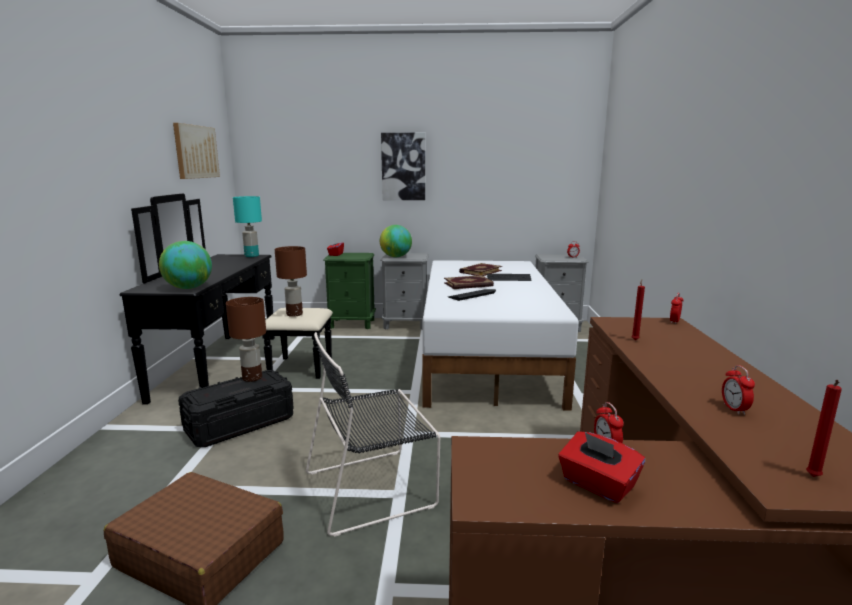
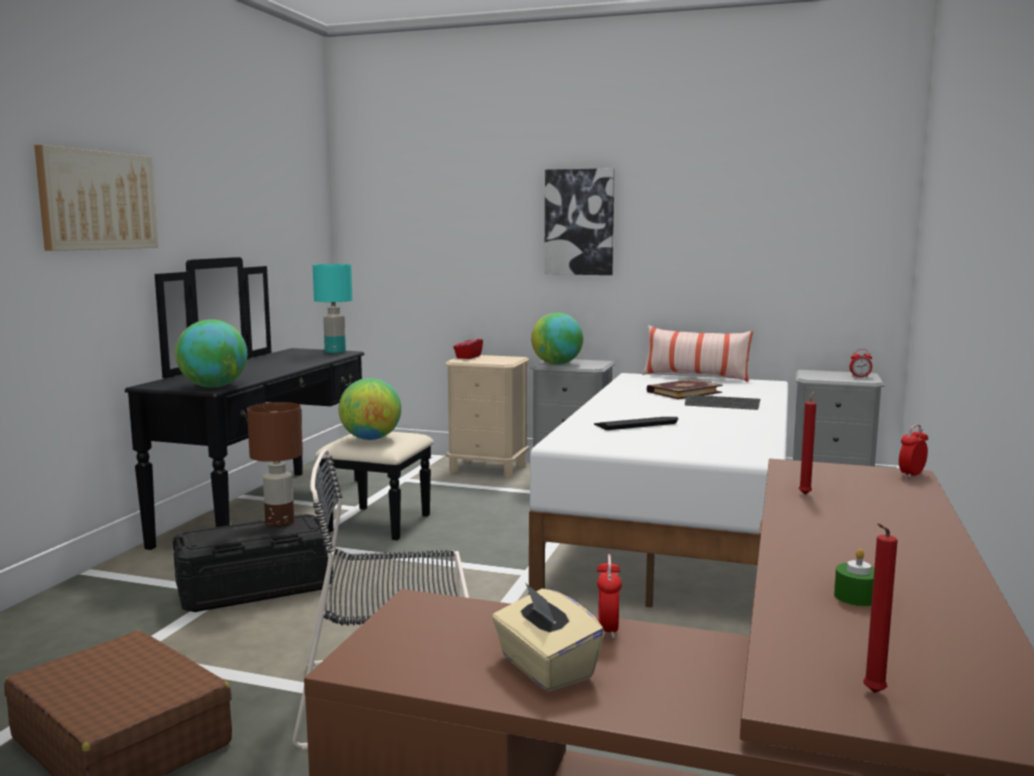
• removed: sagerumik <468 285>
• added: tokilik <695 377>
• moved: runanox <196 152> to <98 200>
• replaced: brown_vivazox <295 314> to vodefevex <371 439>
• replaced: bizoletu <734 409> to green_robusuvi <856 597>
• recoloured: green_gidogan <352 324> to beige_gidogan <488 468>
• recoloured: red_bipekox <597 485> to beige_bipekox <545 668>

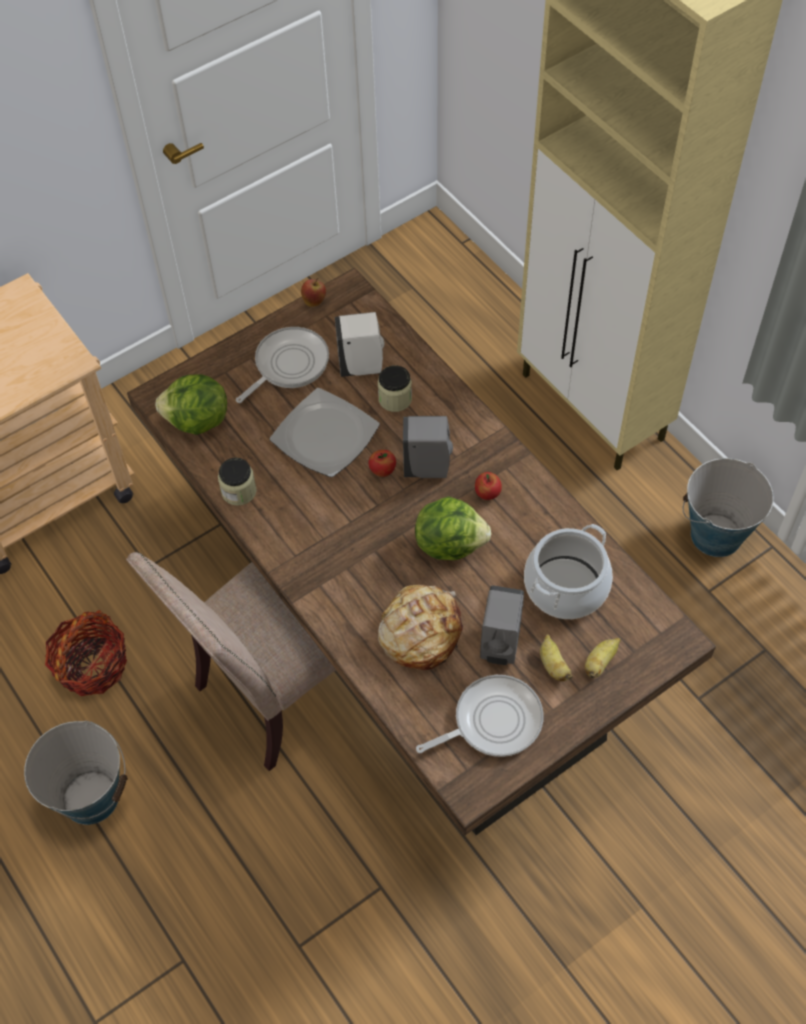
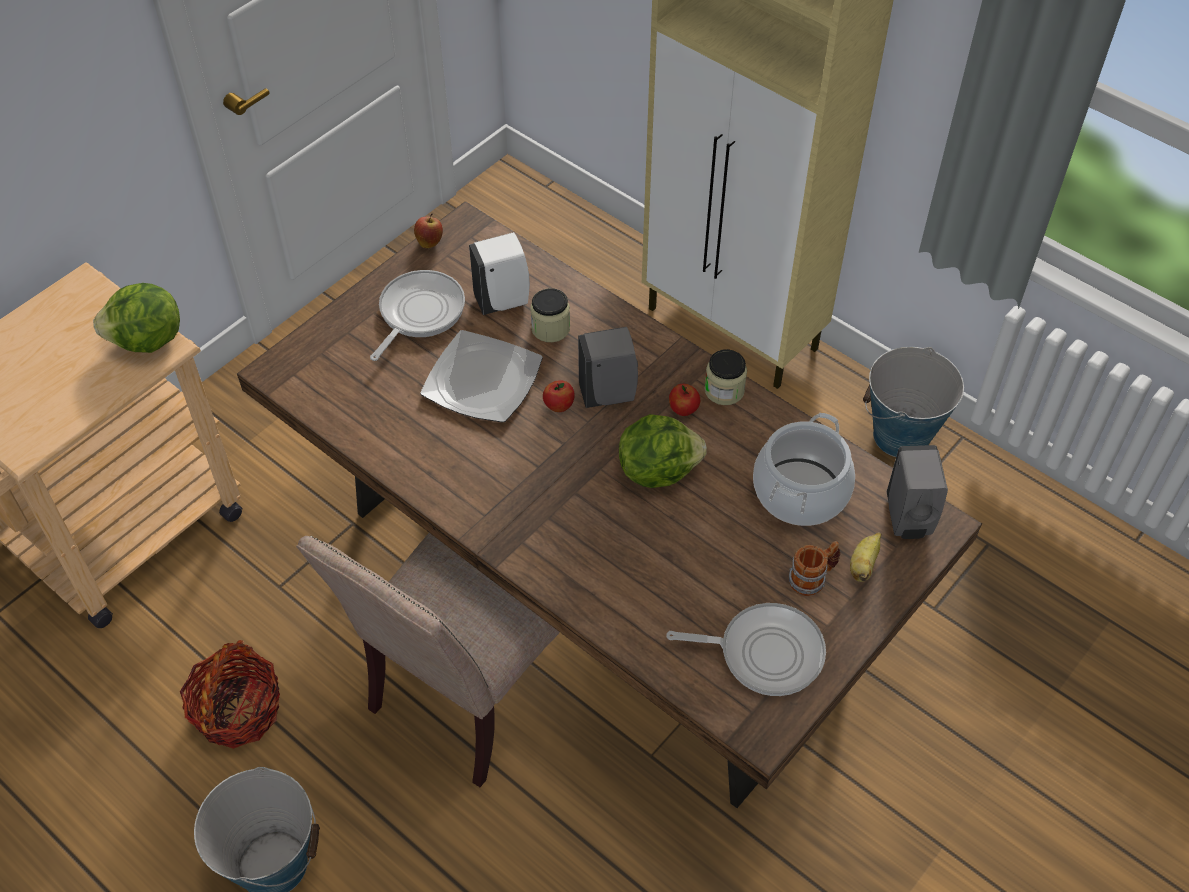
• removed: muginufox <420 632>
• moved: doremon <197 421> to <147 341>
• moved: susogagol <239 491> to <724 390>
• moved: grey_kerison <499 646> to <908 520>
• replaced: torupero <553 665> to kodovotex <813 578>
• turned: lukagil <492 721> = <764 652> 45 degrees clockwise

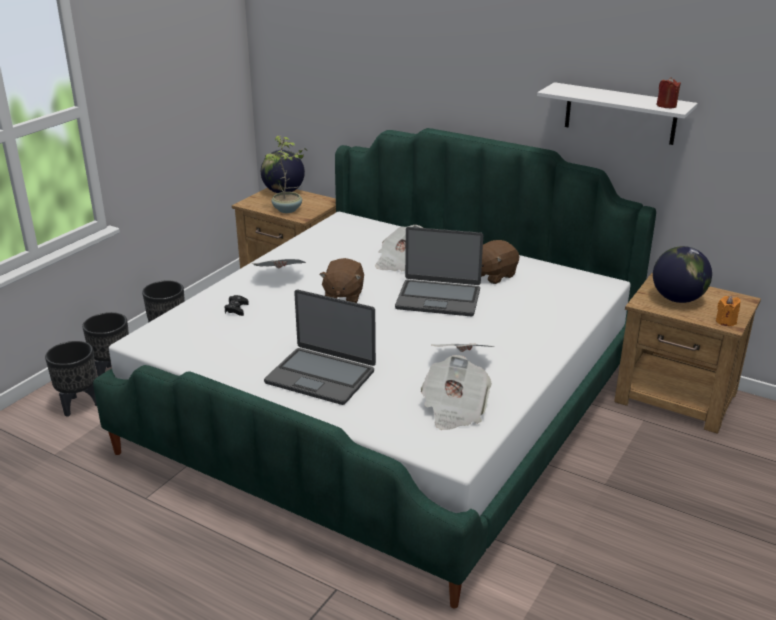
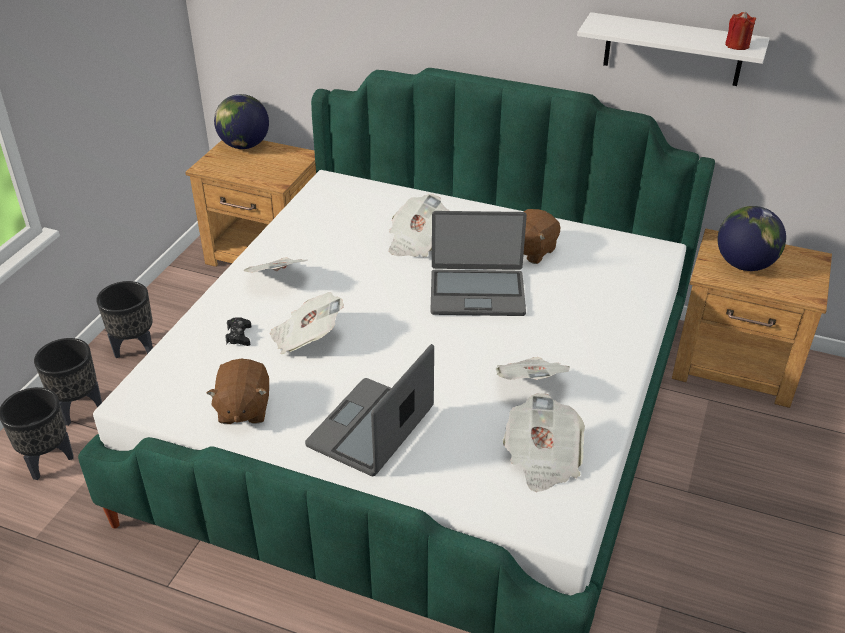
• removed: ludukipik <288 210>
• removed: orange_robusuvi <725 321>
• added: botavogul <306 338>
• moved: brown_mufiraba <343 296> to <243 409>
• turned: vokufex <321 376> = <372 428> 105 degrees clockwise

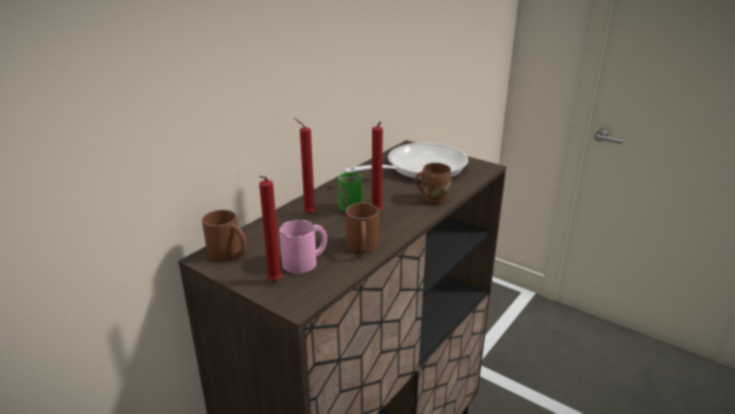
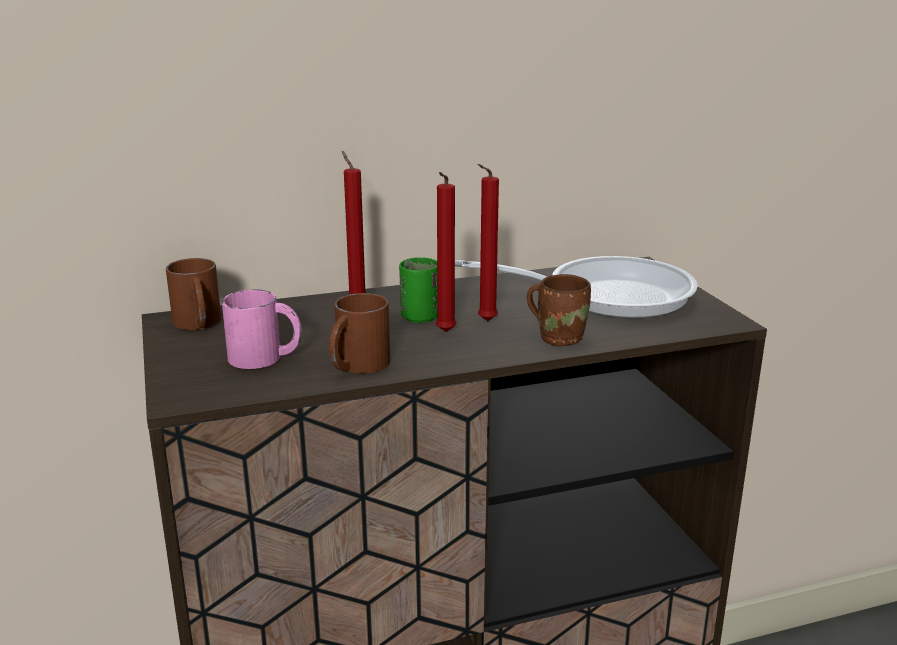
• moved: red_robusuvi <274 282> to <485 322>

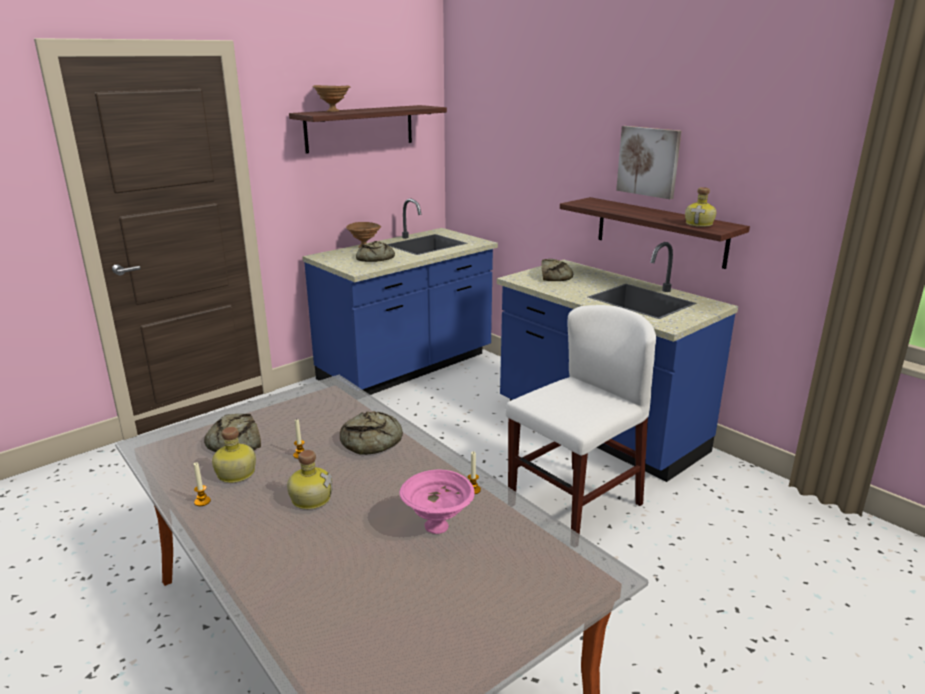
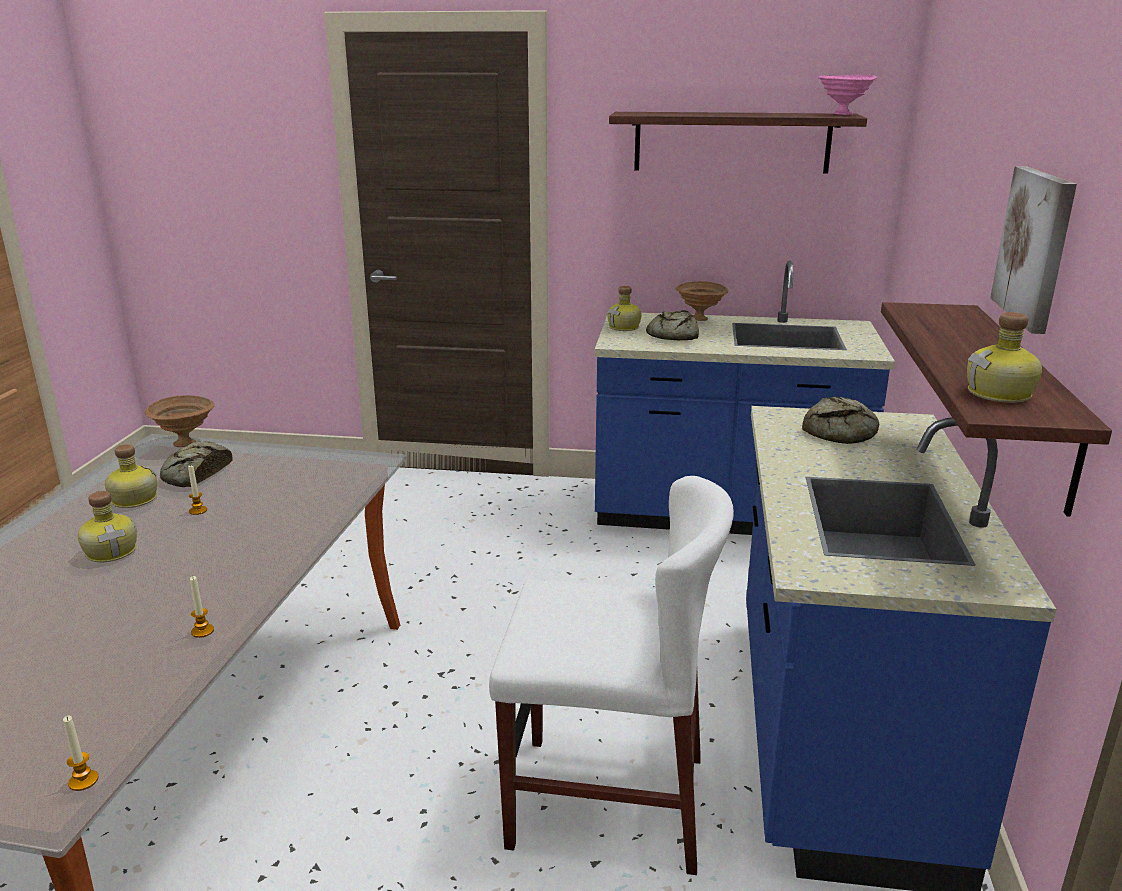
• removed: muginufox <373 441>
• added: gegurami <625 327>
• moved: robusuvi <202 501> to <83 781>
• moved: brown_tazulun <332 111> to <186 443>
• moved: pink_tazulun <438 527> to <843 114>

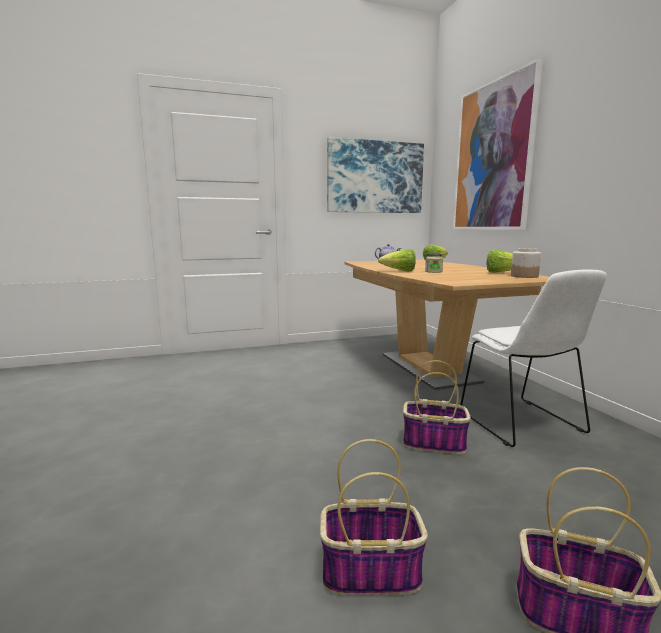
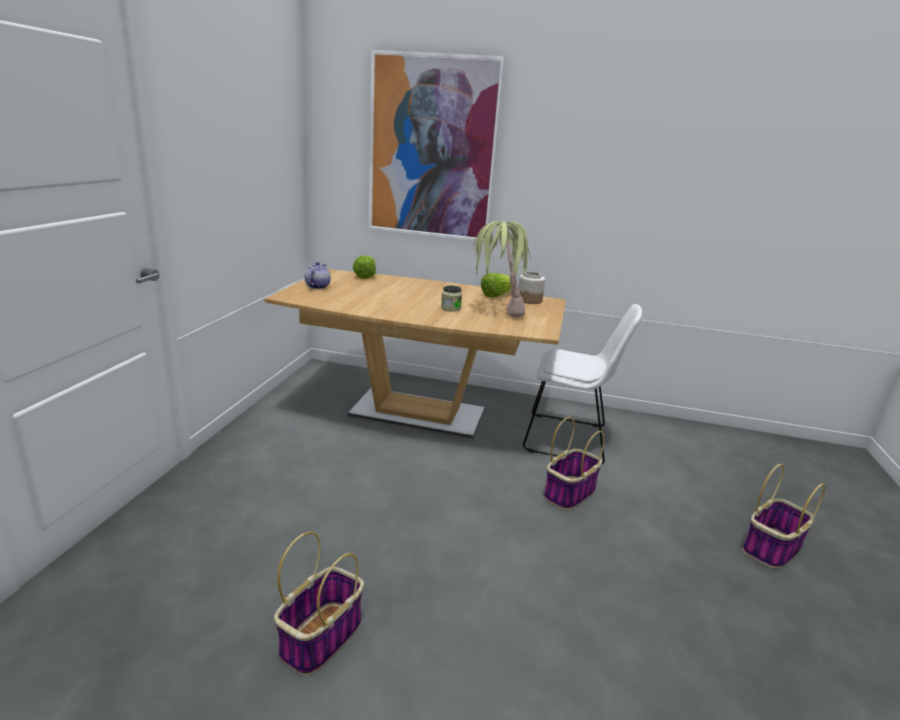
• removed: runanox <375 177>
• removed: doremon <399 271>
• added: ludukipik <495 312>
• moved: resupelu <372 571> to <321 636>

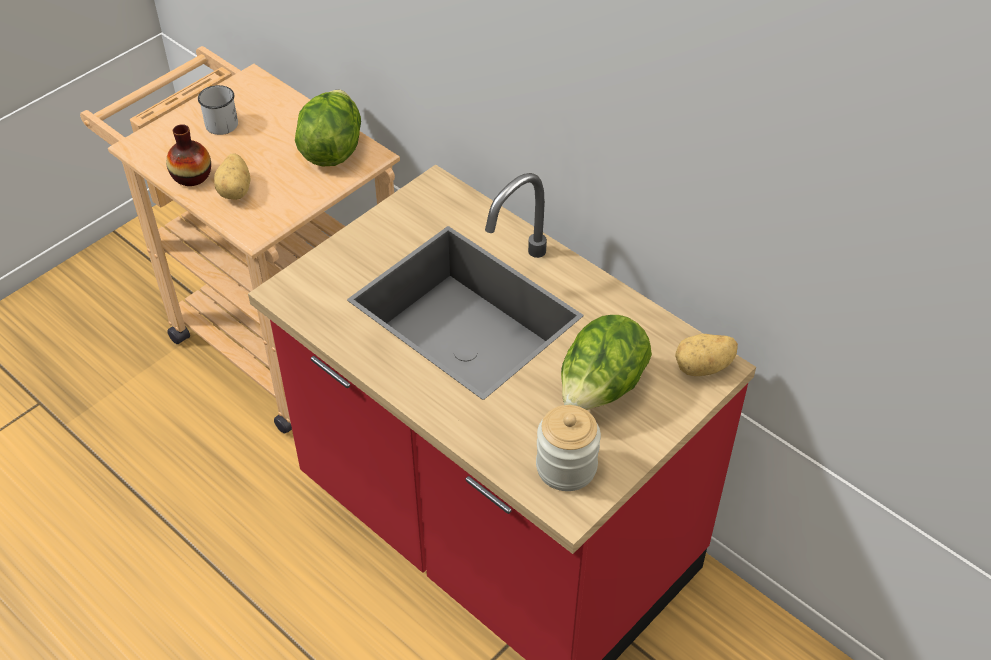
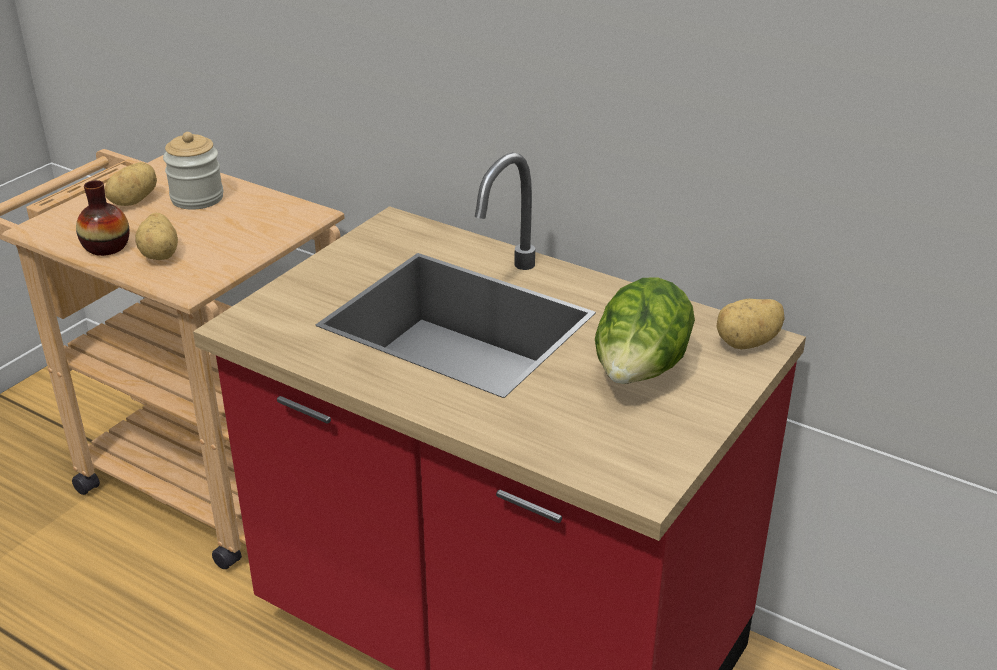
• removed: doremon <332 149>
• moved: susogagol <566 467> to <197 198>
• replaced: white_kodovotex <220 121> to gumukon <133 201>

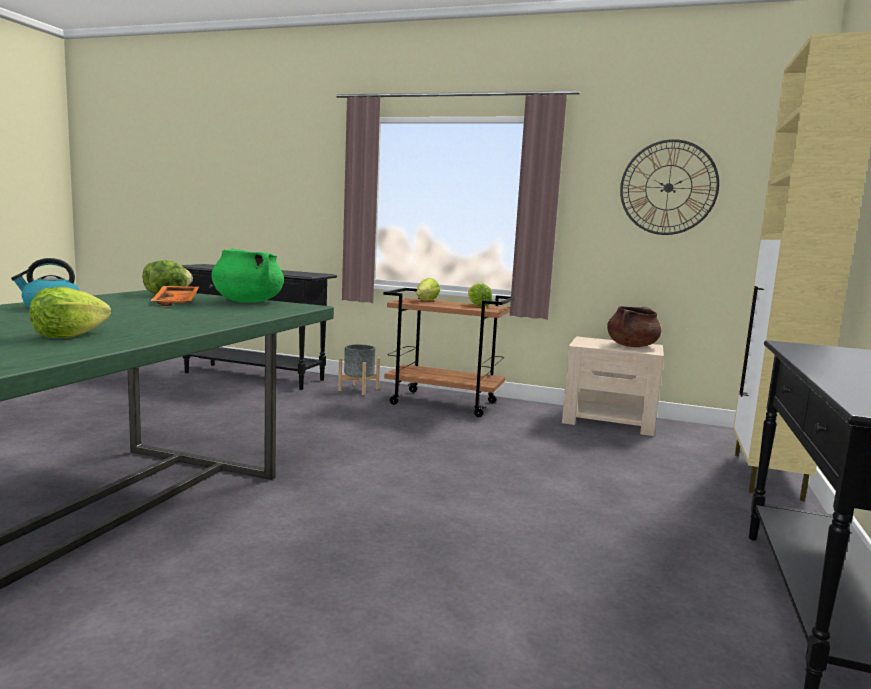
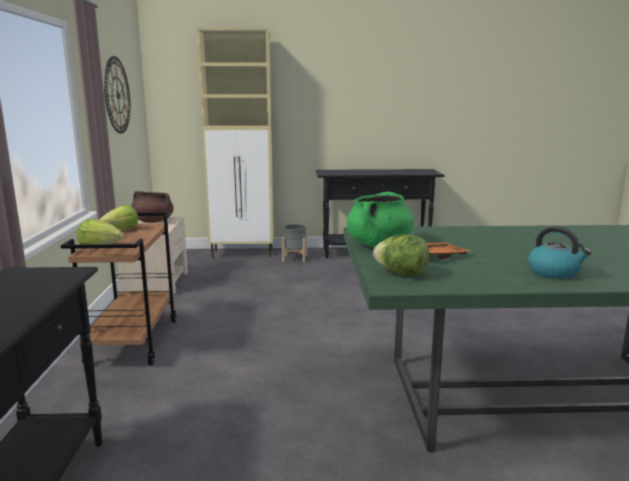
• removed: doremon <69 335>
• moved: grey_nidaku <358 389> to <294 258>

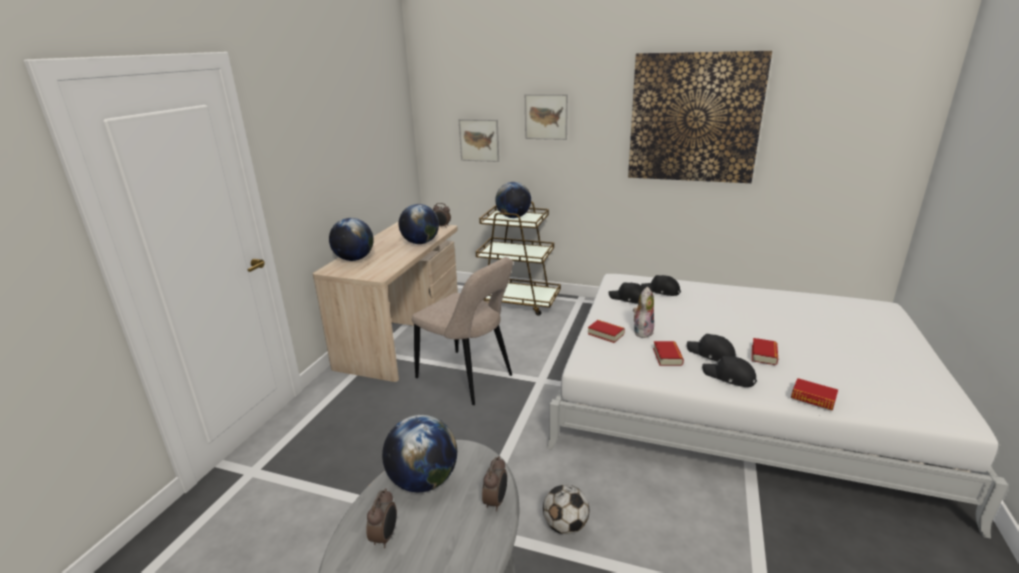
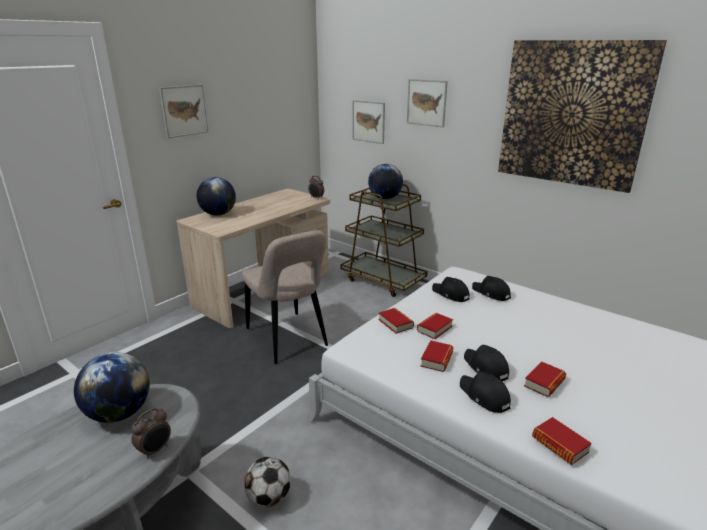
• removed: bizoletu <385 537>
• removed: vodefevex <420 243>
• added: runanox <184 111>
• replaced: mufiraba <642 331> to sagerumik <434 329>

